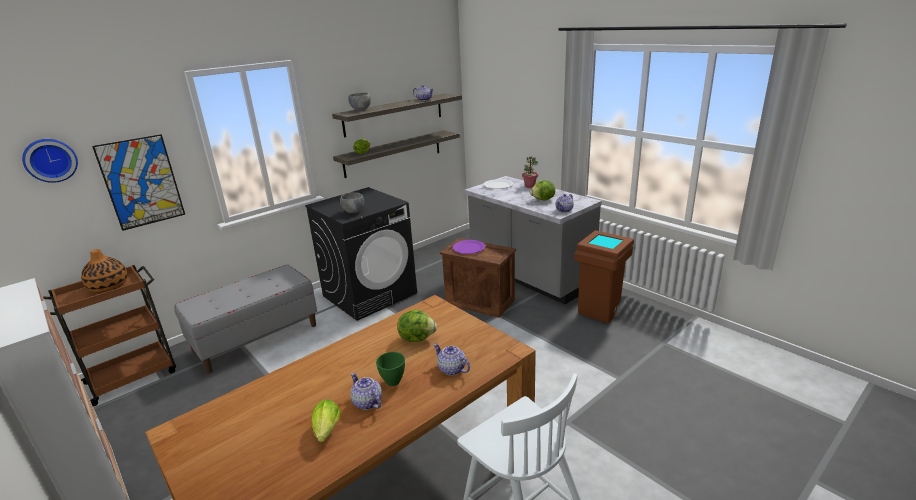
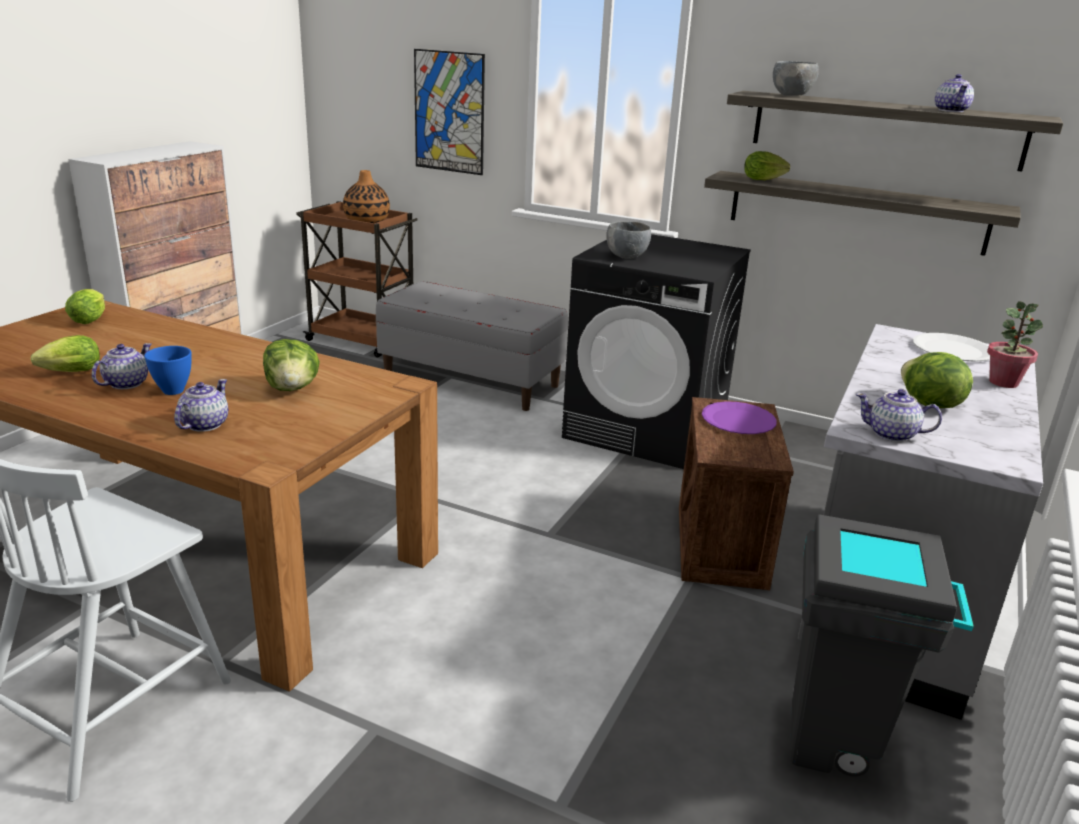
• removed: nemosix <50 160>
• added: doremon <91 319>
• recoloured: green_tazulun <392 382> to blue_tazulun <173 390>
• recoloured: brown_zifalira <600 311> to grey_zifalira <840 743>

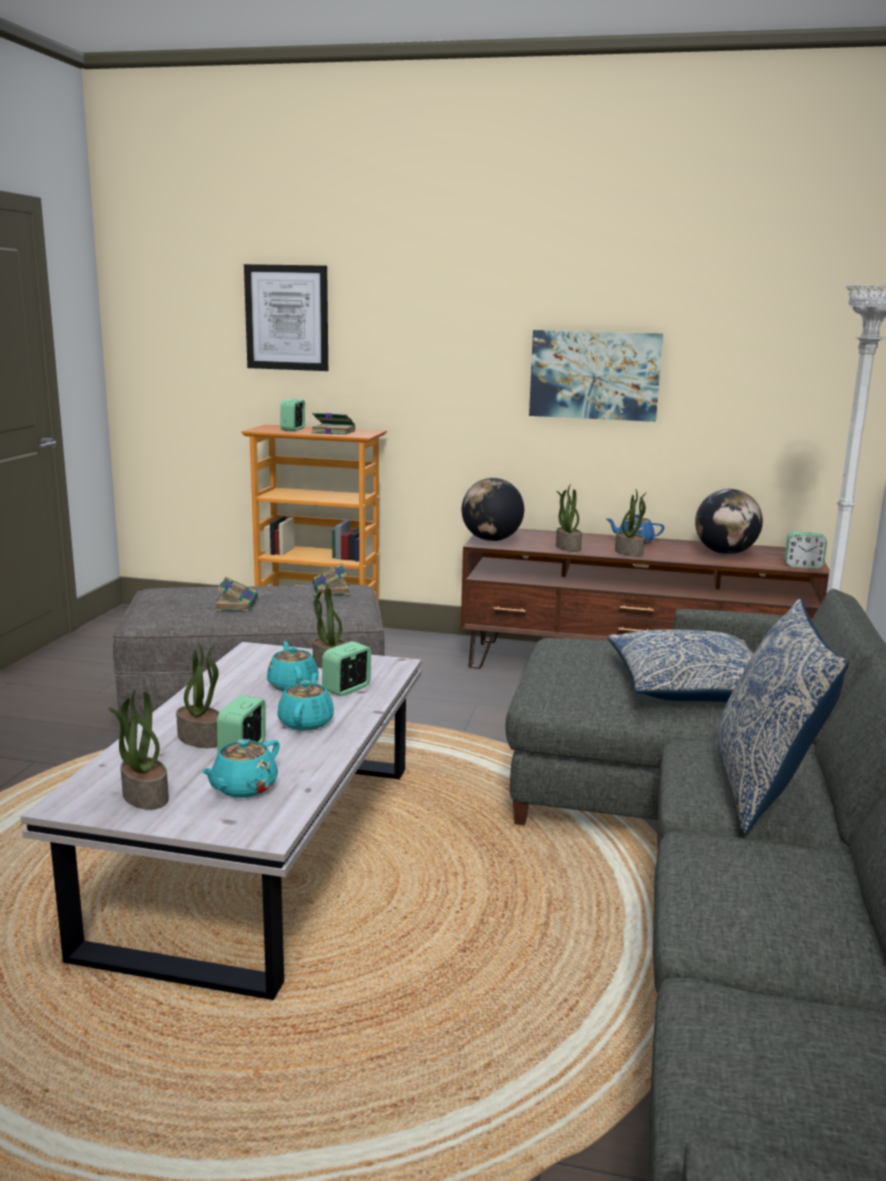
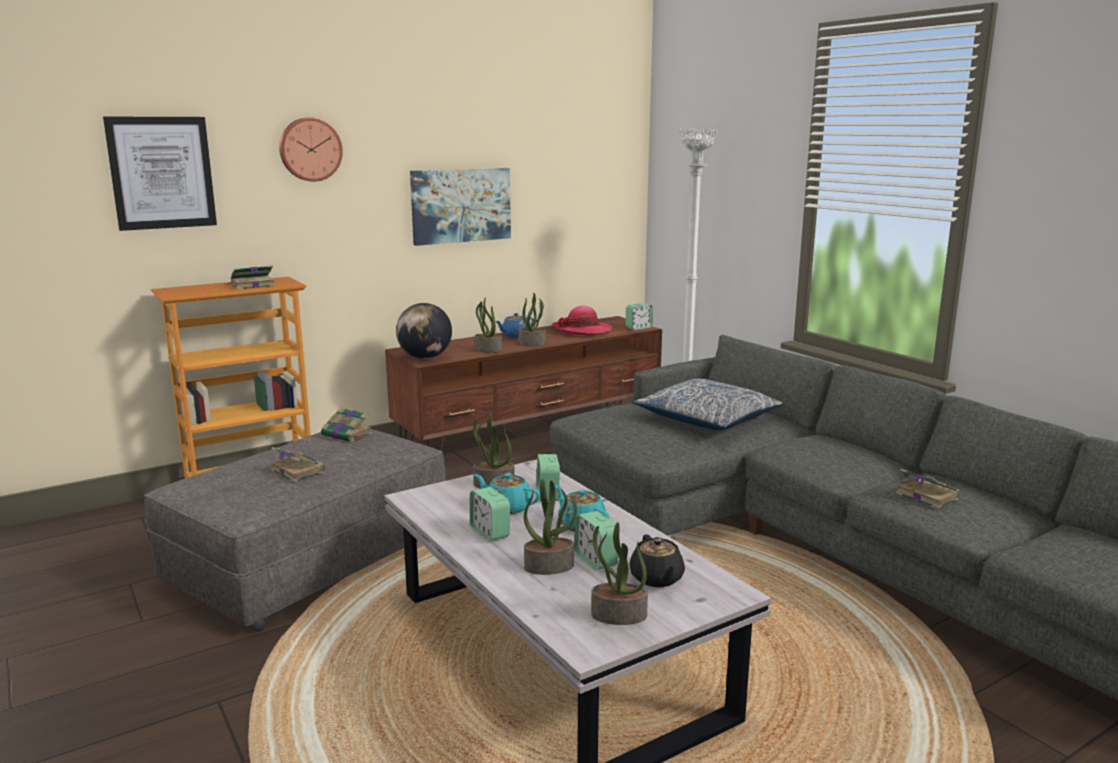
• removed: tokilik <763 788>
• added: nemosix <310 149>
• added: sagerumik <925 495>
• moved: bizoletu <293 429> to <490 533>
• replaced: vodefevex <725 553> to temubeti <582 330>
• recoloured: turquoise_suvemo <243 788> to black_suvemo <657 579>

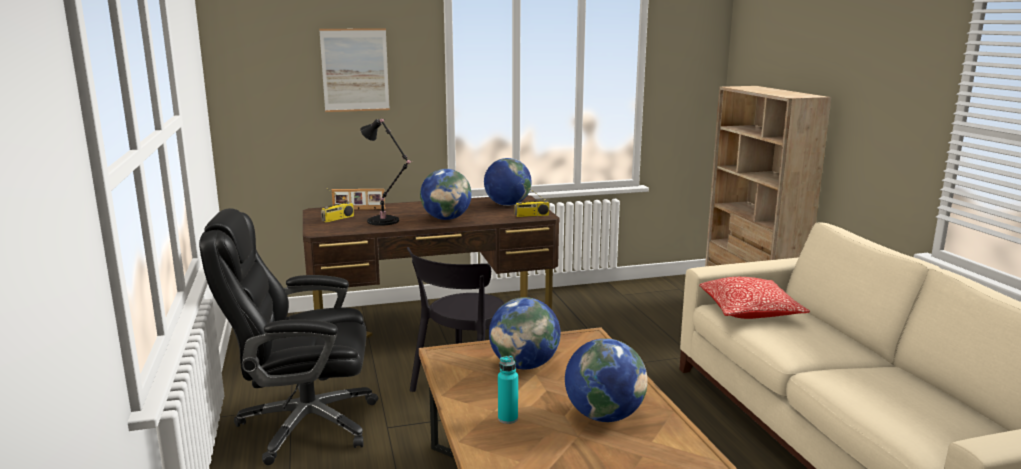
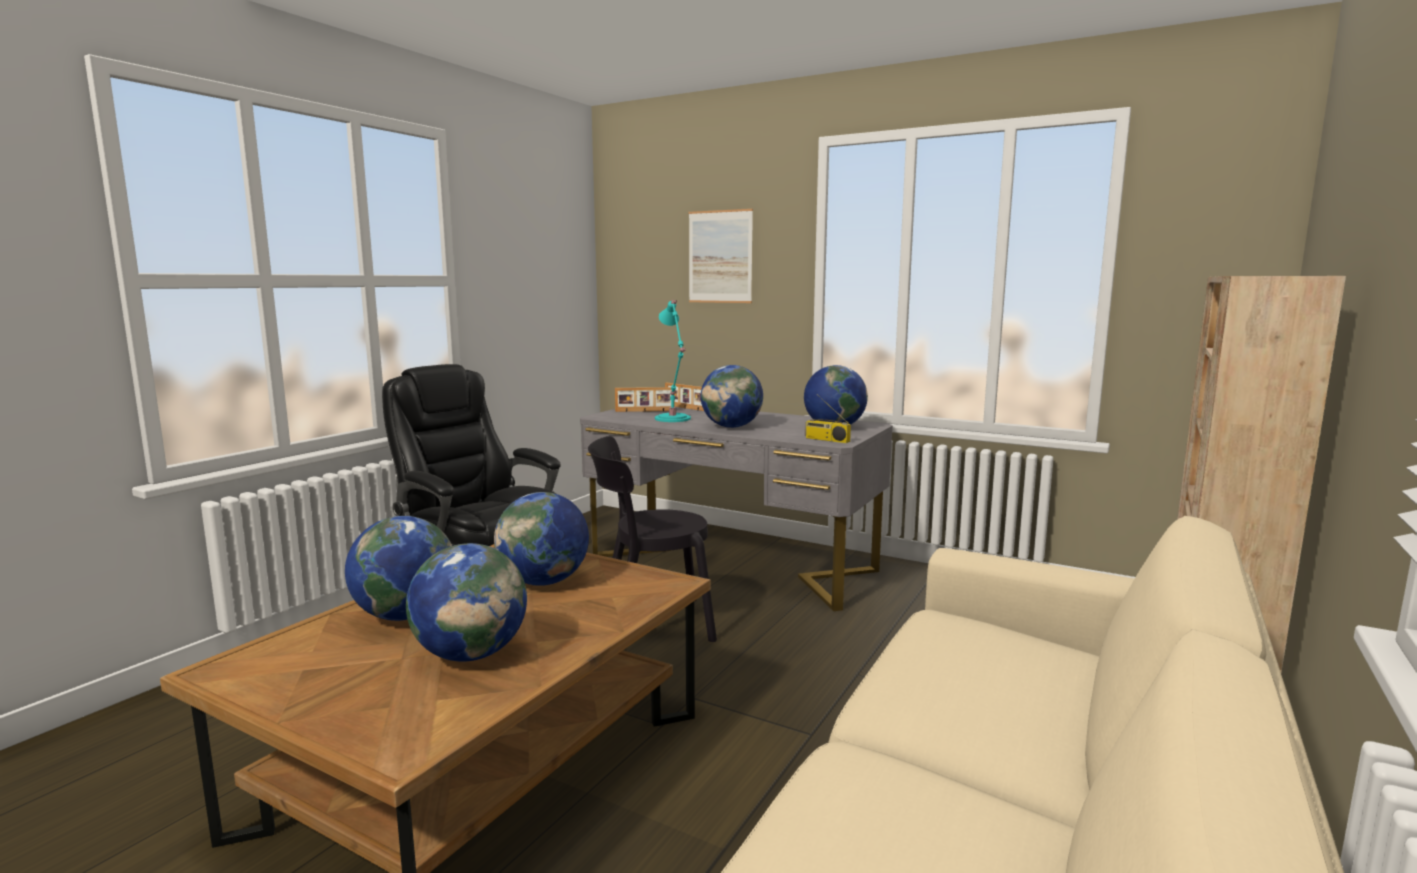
• removed: tokilik <748 311>
• replaced: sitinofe <338 219> to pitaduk <645 411>
• replaced: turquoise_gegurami <508 418> to vodefevex <405 615>
• recoloured: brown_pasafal <432 329> to grey_pasafal <731 563>
• recoloured: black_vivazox <385 221> to turquoise_vivazox <673 419>

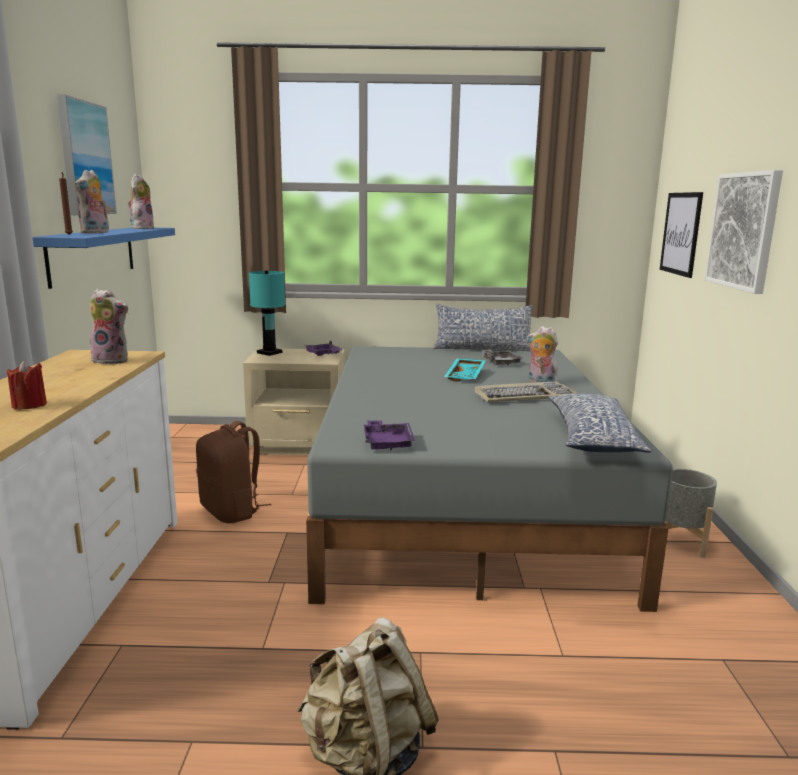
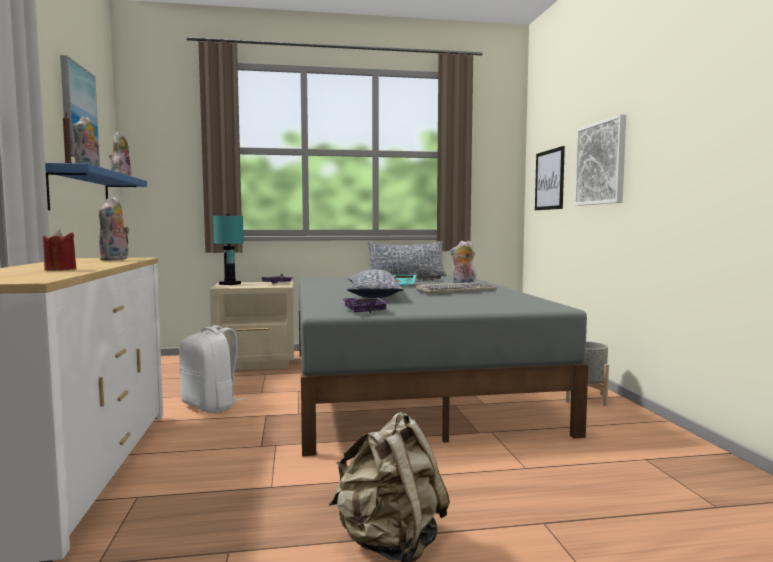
• moved: tokilik <592 438> to <373 296>
• recoloured: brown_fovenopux <232 511> to white_fovenopux <211 406>
• turned: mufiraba <113 360> = <115 259> 90 degrees clockwise

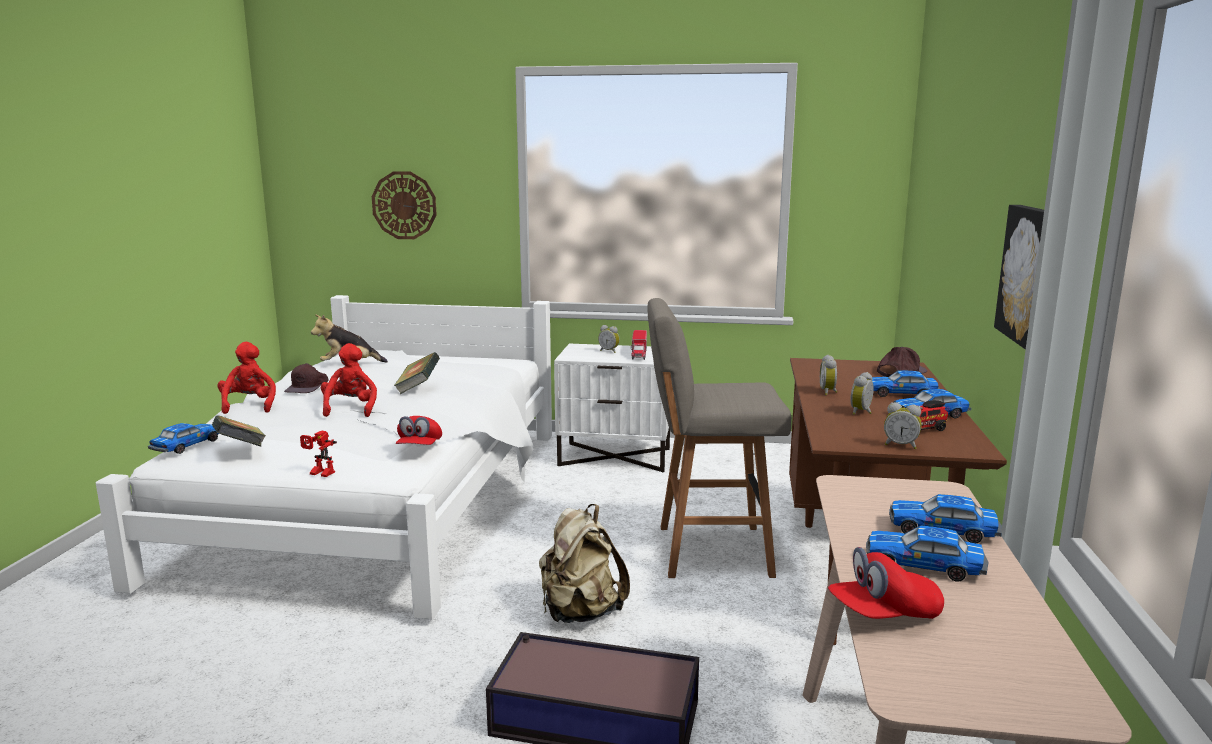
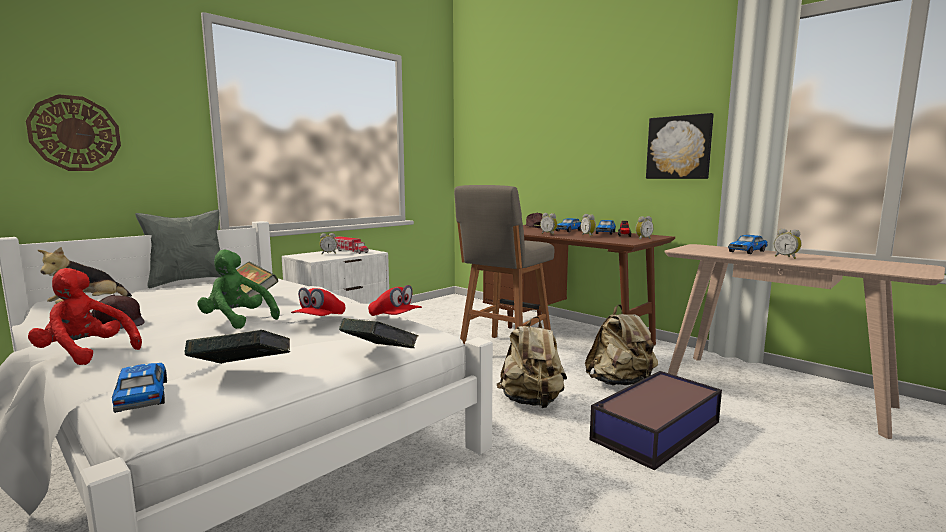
• added: grey_tokilik <189 281>
• added: beige_fovenopux <620 383>
• moved: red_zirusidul <884 614> to <319 320>
• replaced: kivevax <319 474> to sagerumik <378 355>
• replaced: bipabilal <924 566> to bizoletu <786 257>
• recoloured: red_mufiraba <350 409> to green_mufiraba <237 321>

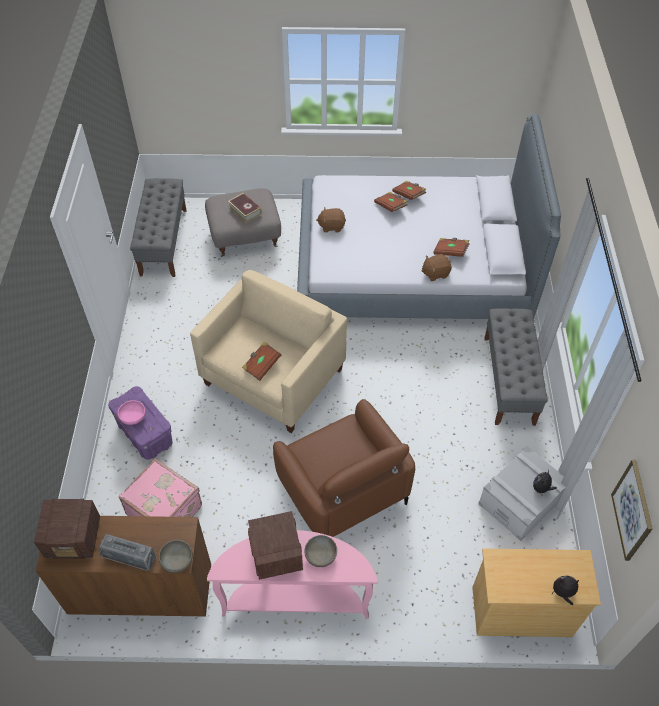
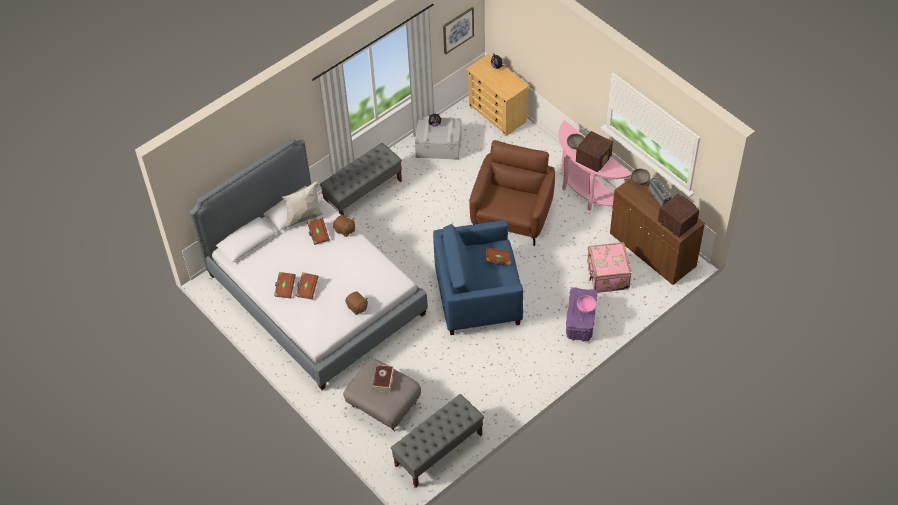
• added: white_tokilik <304 217>
• recoloured: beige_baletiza <273 377> to blue_baletiza <478 297>

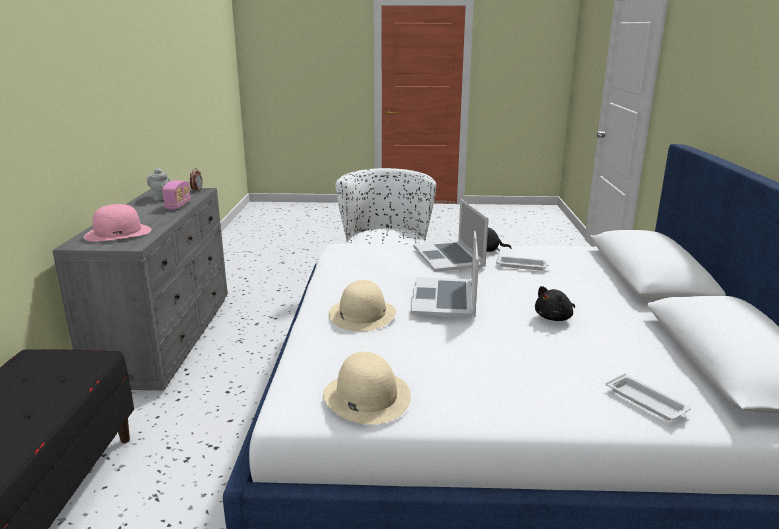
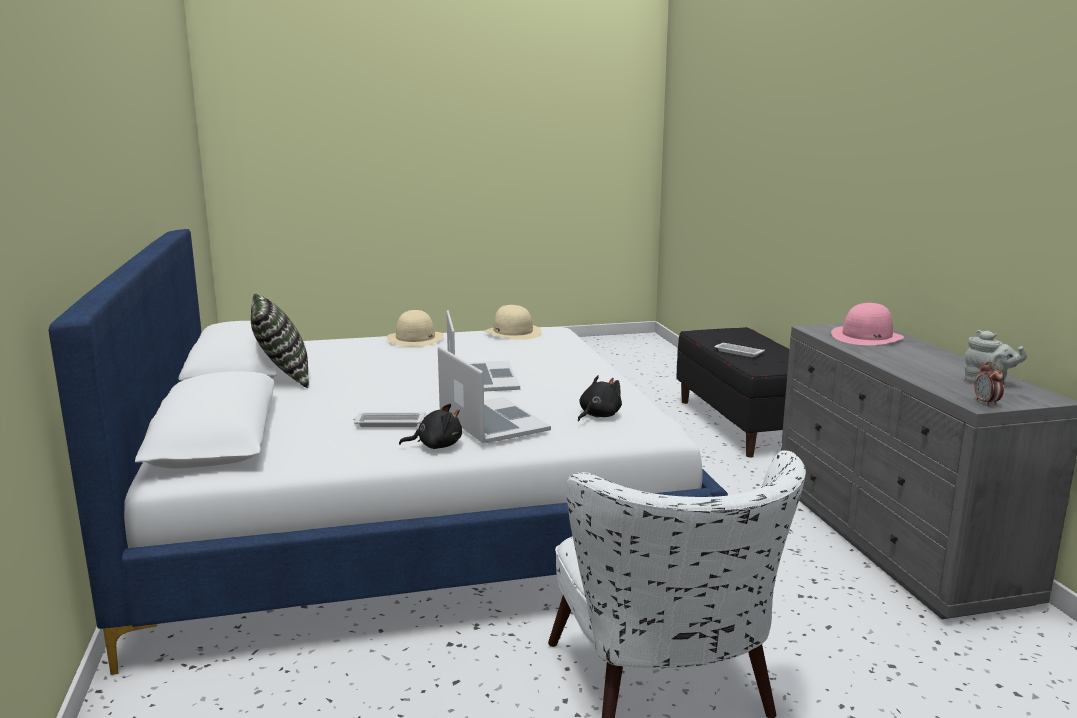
• removed: sitinofe <178 205>
• added: tokilik <282 377>
• moved: beige_temubeti <362 314> to <415 339>
• moved: black_mufiraba <554 318> to <598 415>
• moved: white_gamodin <647 402> to <737 352>

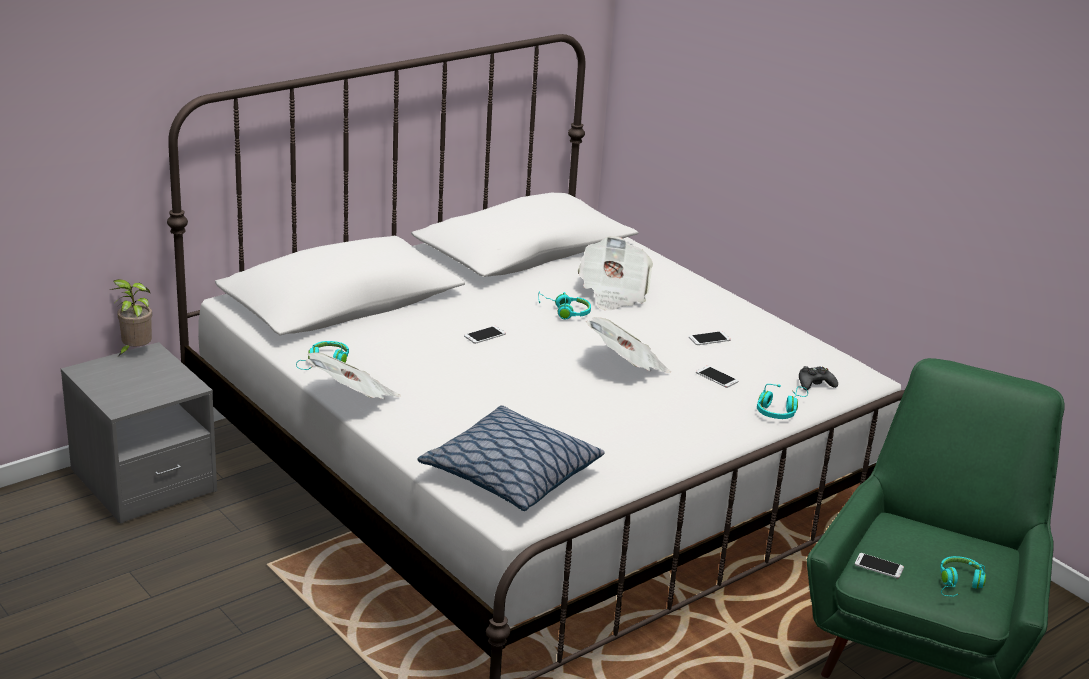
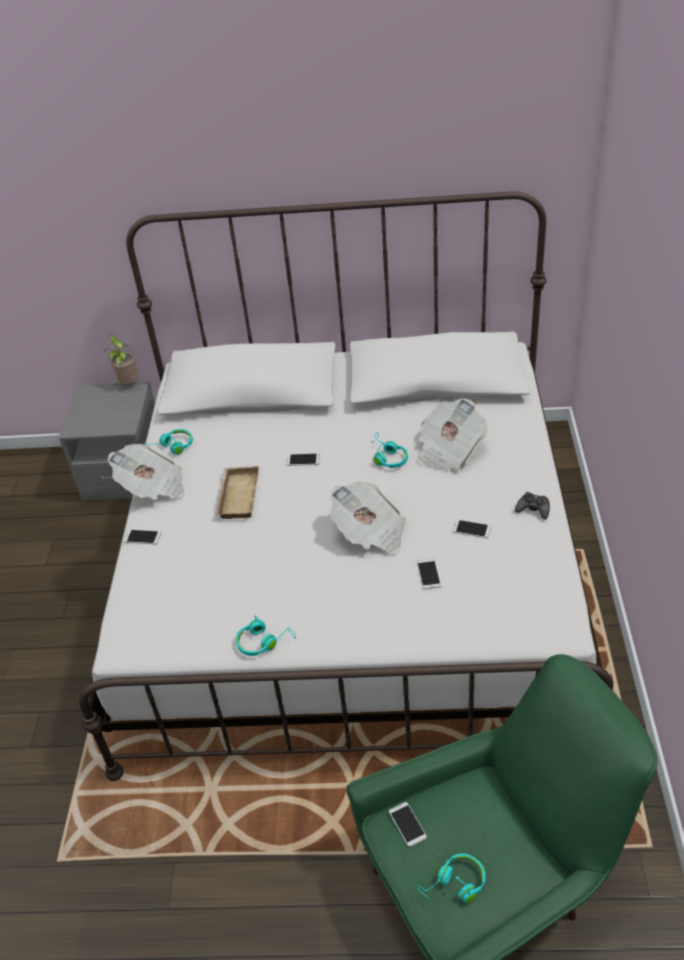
• removed: tokilik <510 475>
• added: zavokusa <142 537>
• added: beige_gamodin <237 496>
• moved: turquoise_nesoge <779 410> to <264 641>
• moved: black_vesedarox <815 384> to <533 509>

